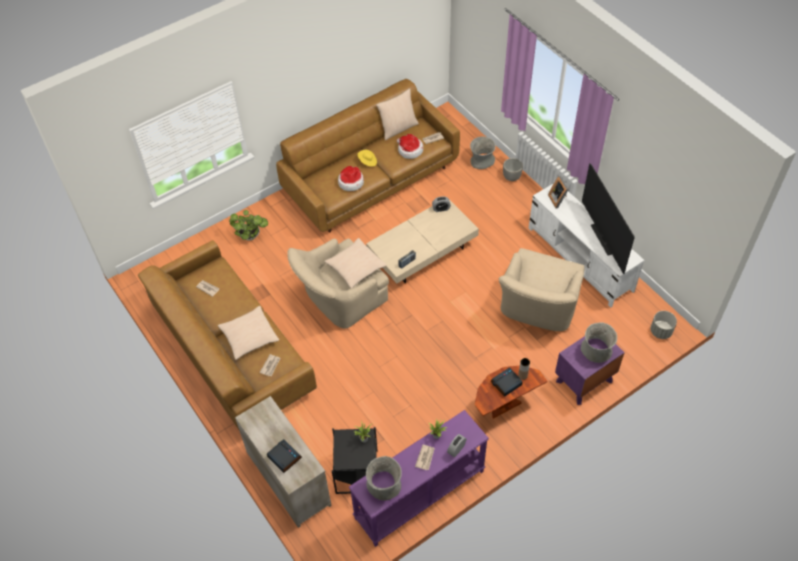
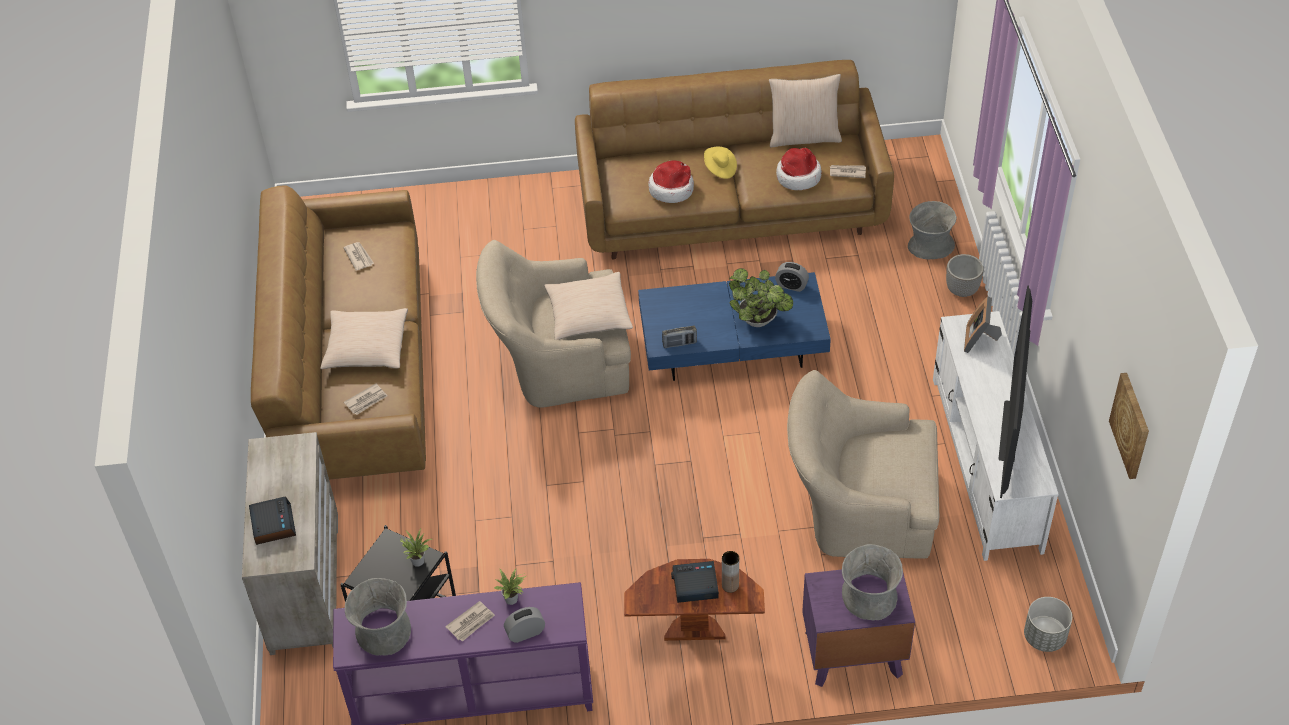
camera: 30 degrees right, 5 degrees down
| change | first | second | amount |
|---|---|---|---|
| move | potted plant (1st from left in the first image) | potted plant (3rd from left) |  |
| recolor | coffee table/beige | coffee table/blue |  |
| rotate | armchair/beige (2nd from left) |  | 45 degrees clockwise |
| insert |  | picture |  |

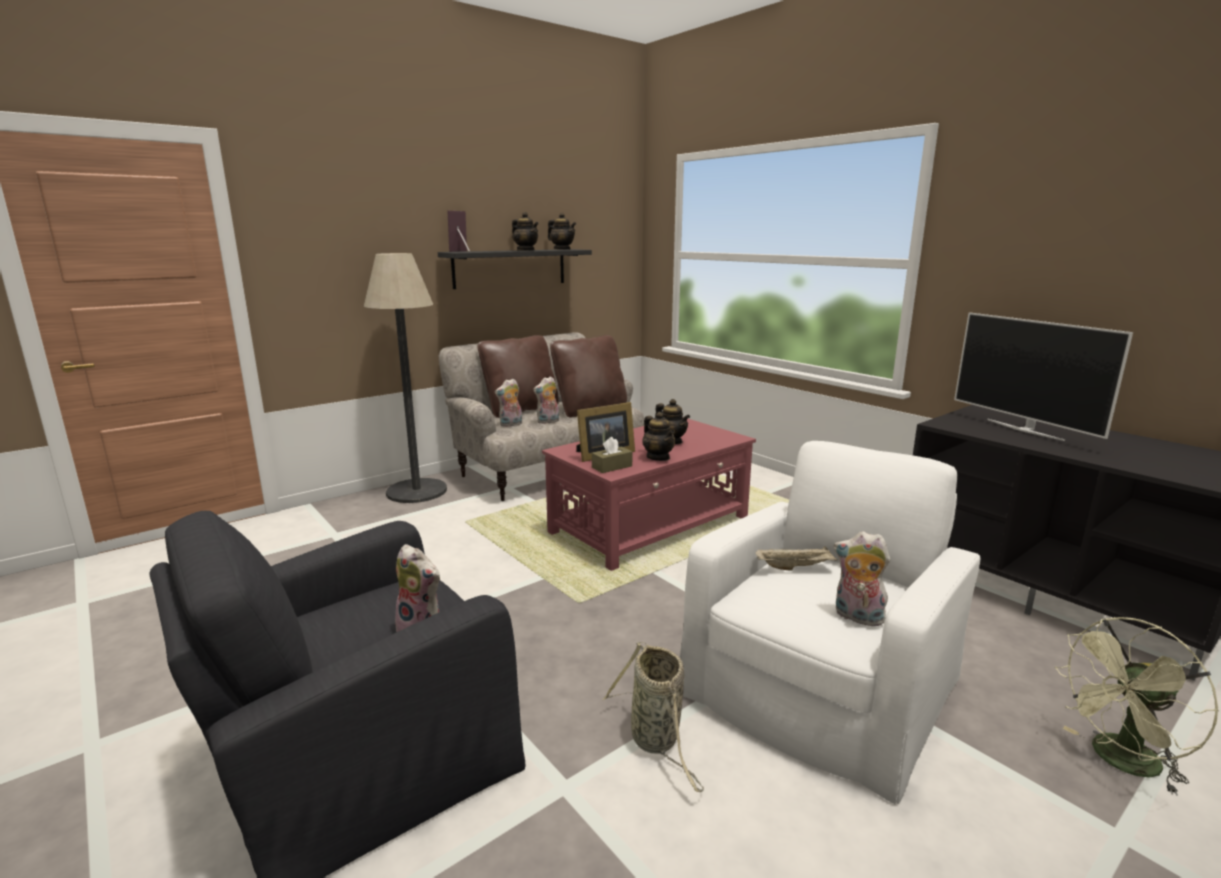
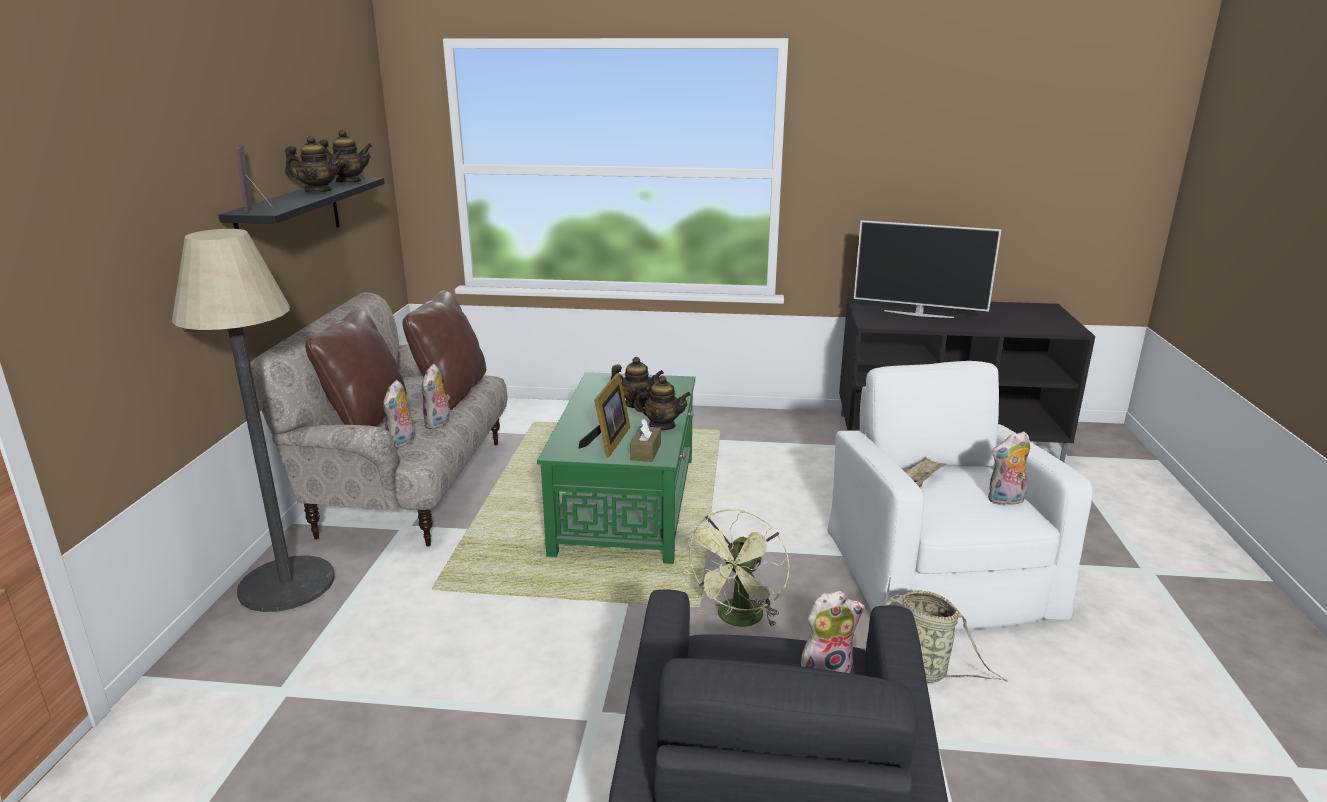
camera: 45 degrees left, 5 degrees up
| change | first | second | amount |
|---|---|---|---|
| recolor | coffee table/red | coffee table/green |  |
| move | fan/green |  |  |

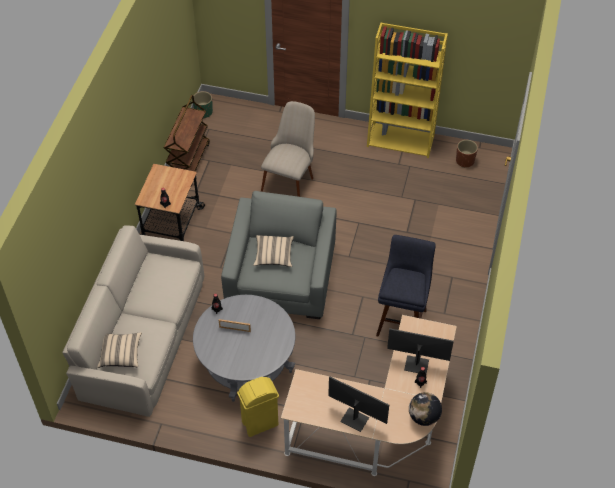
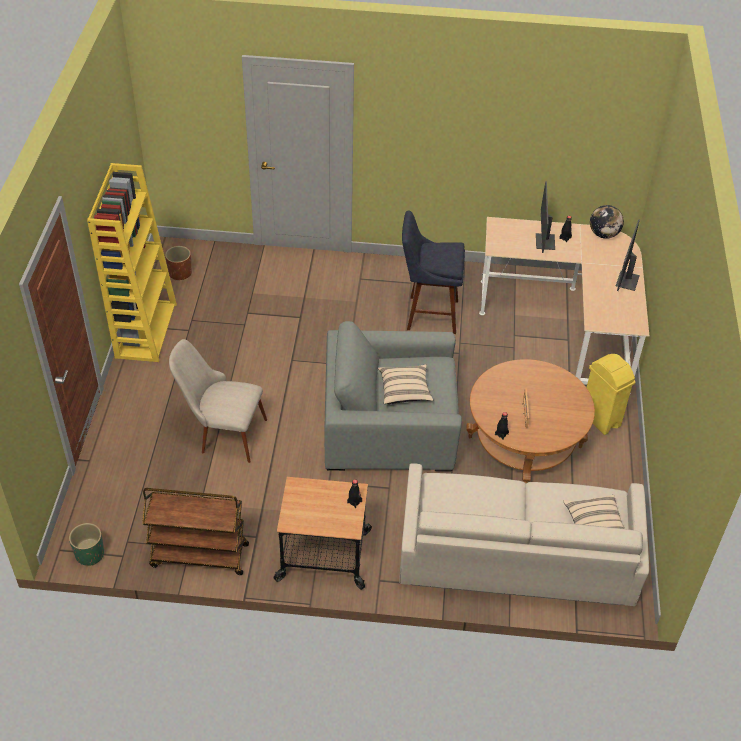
camera: 100 degrees left, 5 degrees down
| change | first | second | amount |
|---|---|---|---|
| recolor | coffee table/grey | coffee table/brown |  |

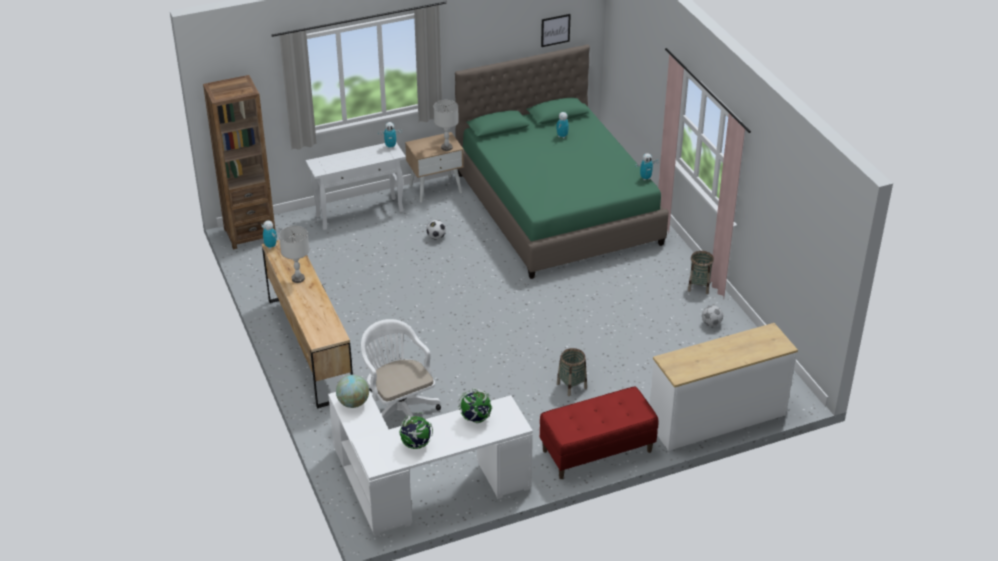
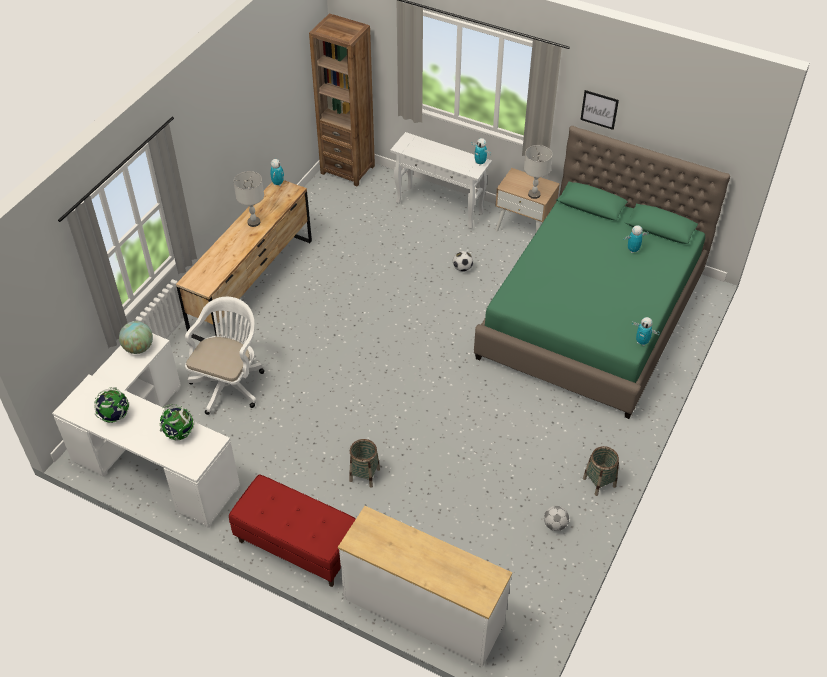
camera: 50 degrees right, 10 degrees up
| change | first | second | amount |
|---|---|---|---|
| move | picture |  |  |

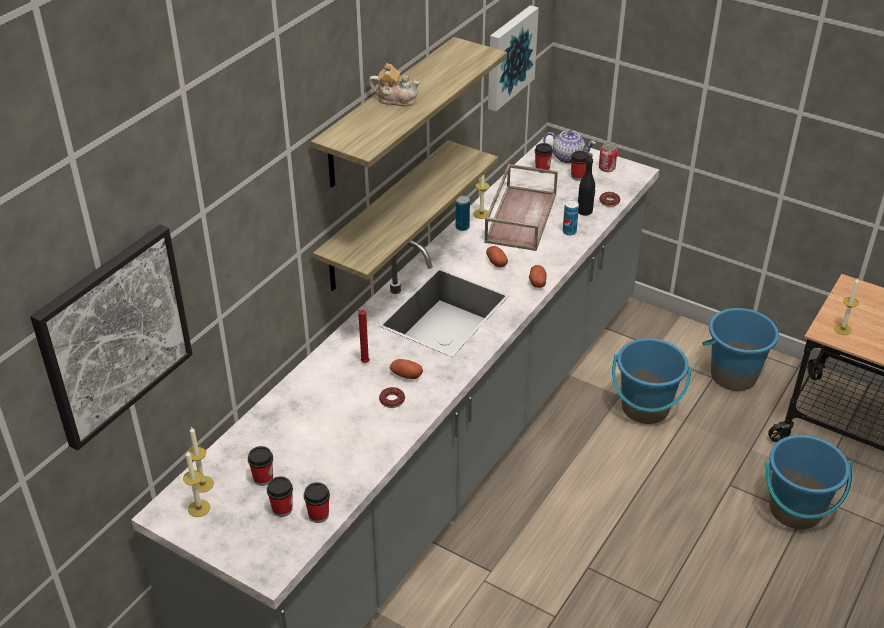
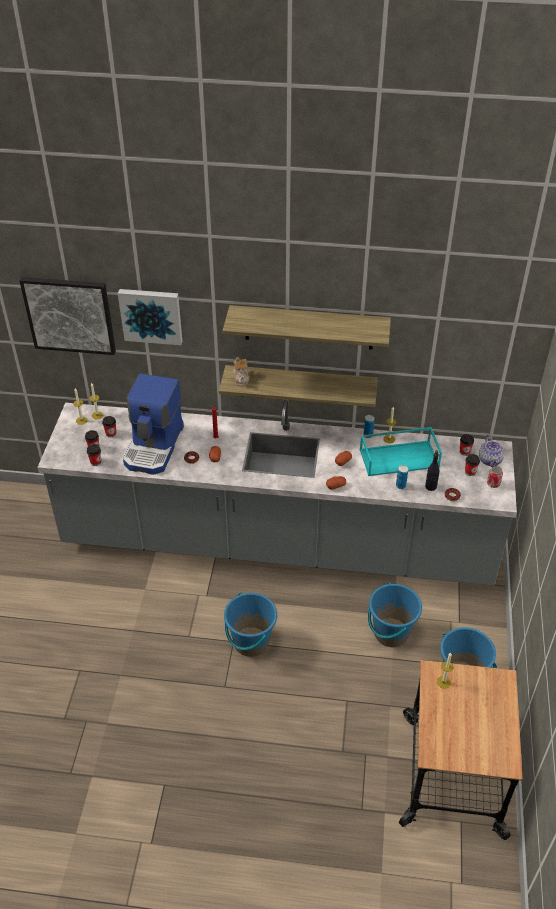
camera: 65 degrees right, 5 degrees up
| change | first | second | amount |
|---|---|---|---|
| move | teapot (1st from left) |  |  |
| recolor | tray/brown | tray/turquoise |  |
| move | picture (2nd from left) |  |  |
| move | bucket/blue (3rd from left in the first image) | bucket/blue (1st from left) |  |
| insert |  | coffee machine |  |

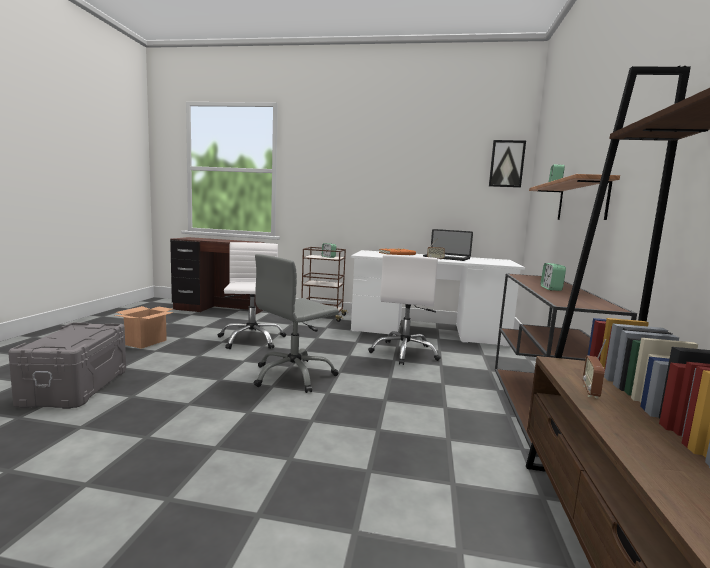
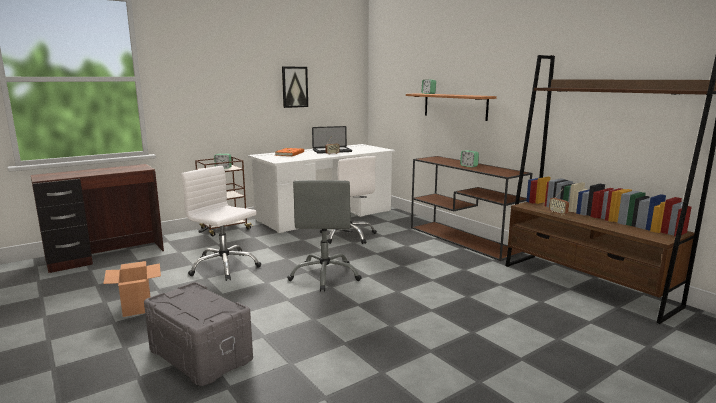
camera: 45 degrees left, 5 degrees up
| change | first | second | amount |
|---|---|---|---|
| move | picture |  |  |

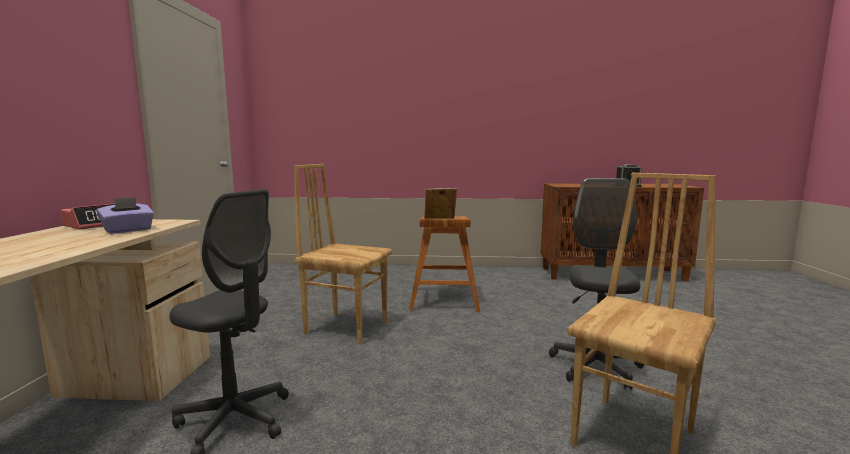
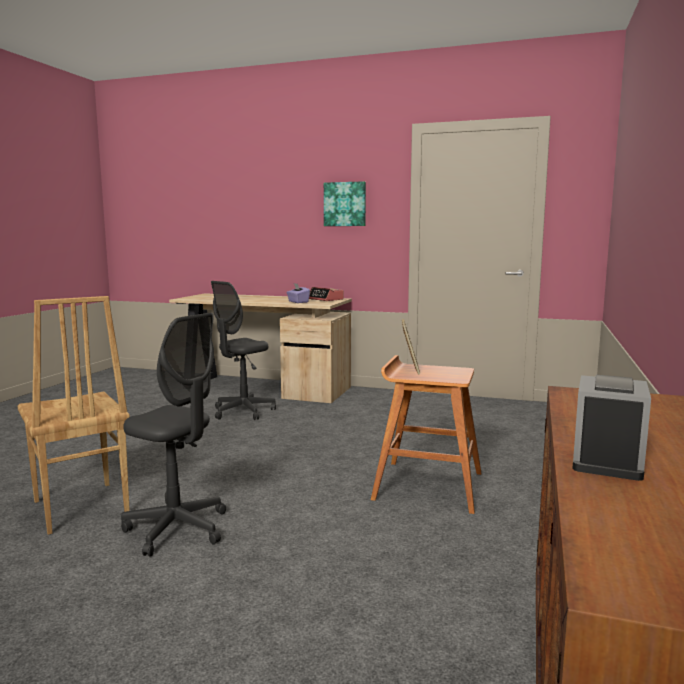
camera: 105 degrees right, 0 degrees up
| change | first | second | amount |
|---|---|---|---|
| delete | chair/brown (1st from left) |  |  |
| insert |  | picture |  |

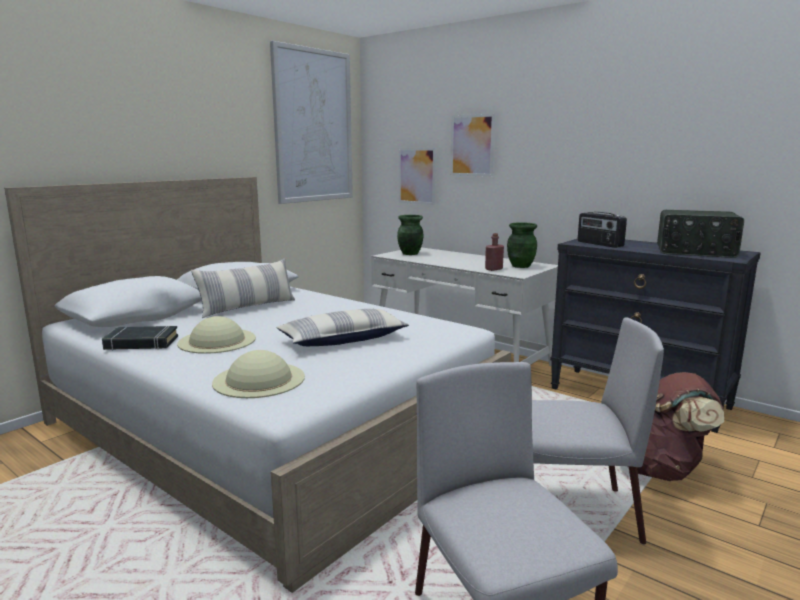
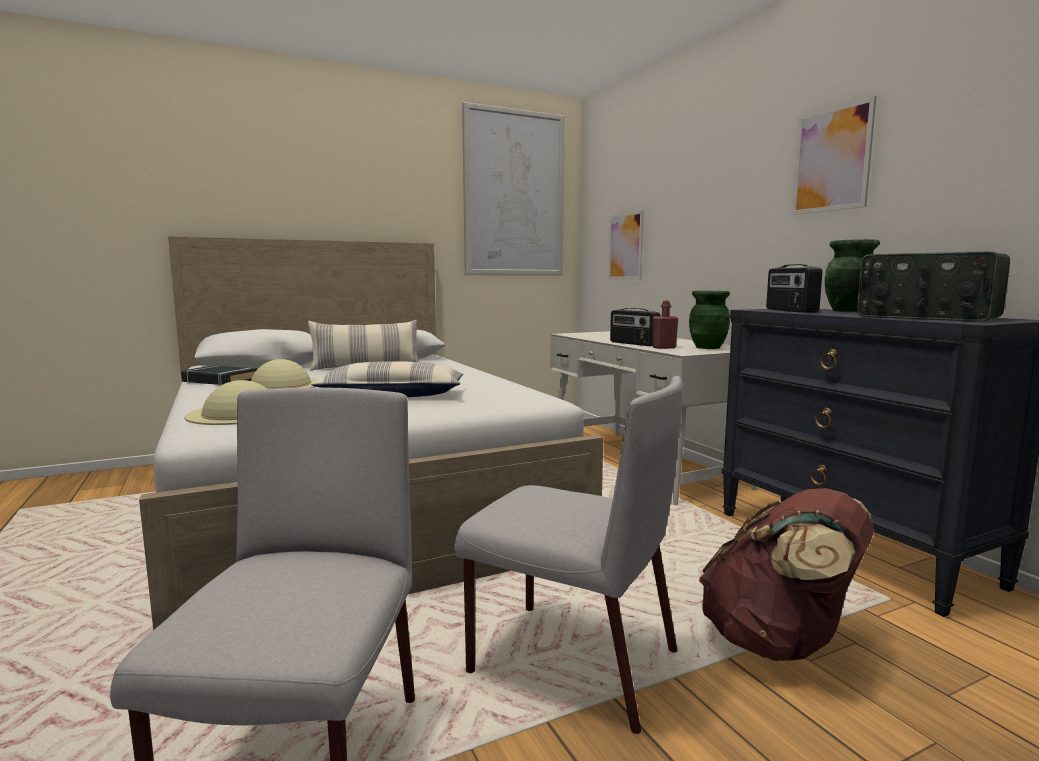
camera: 25 degrees right, 5 degrees down
| change | first | second | amount |
|---|---|---|---|
| move | vase/green (1st from left in the first image) | vase/green (2nd from left) |  |
| move | picture (3rd from left) |  |  |
| insert |  | radio (1st from left) |  |

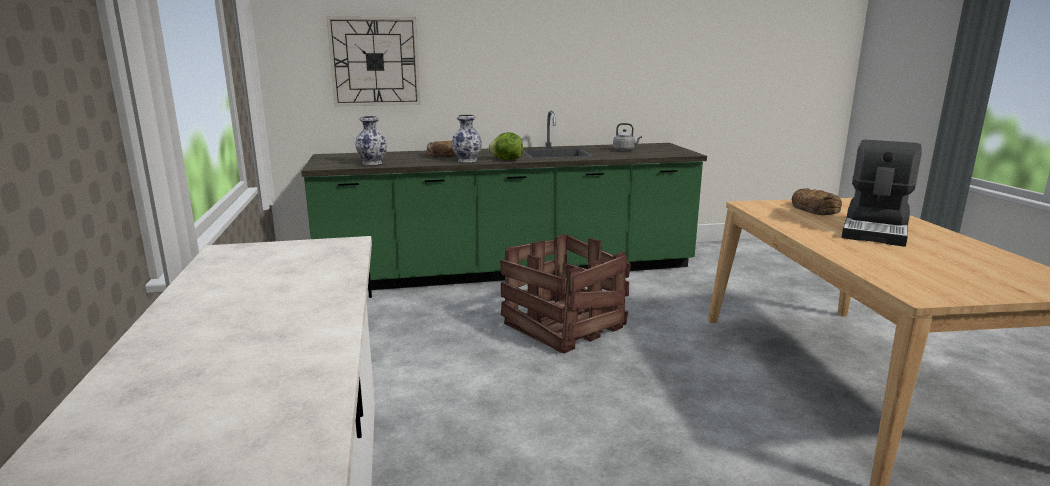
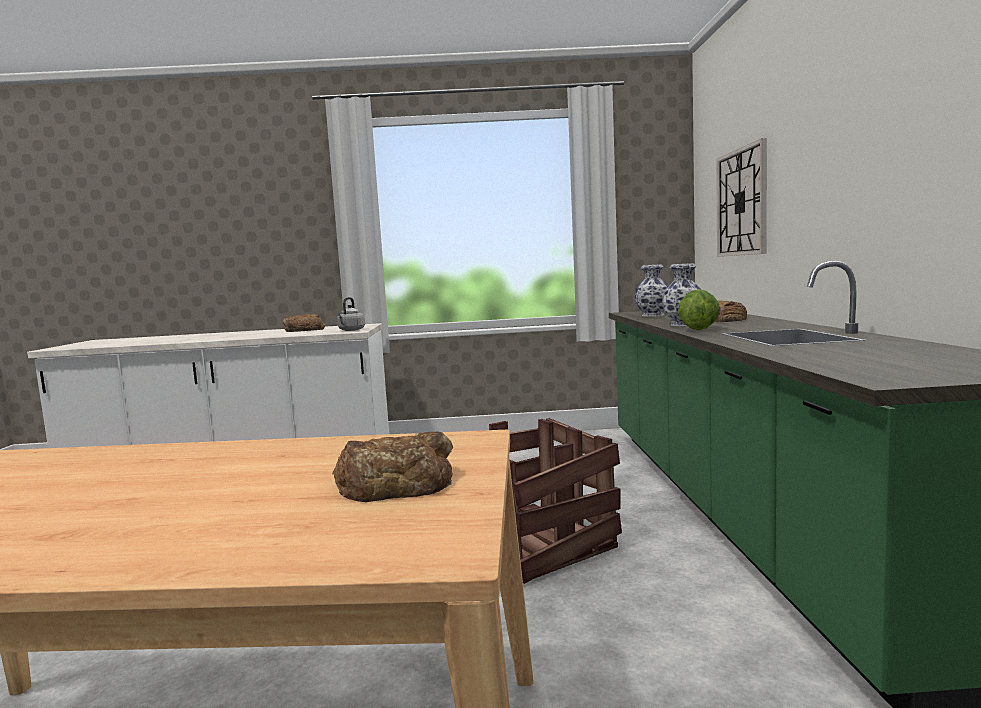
camera: 100 degrees right, 10 degrees down
| change | first | second | amount |
|---|---|---|---|
| move | kettle/grey |  |  |
| delete | coffee machine |  |  |
| insert |  | bread (1st from left) |  |

